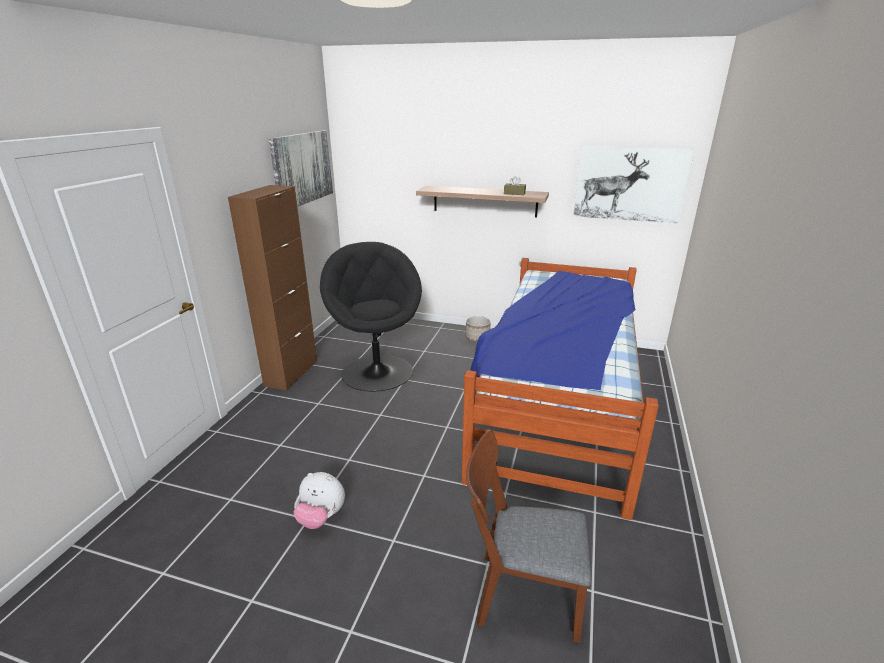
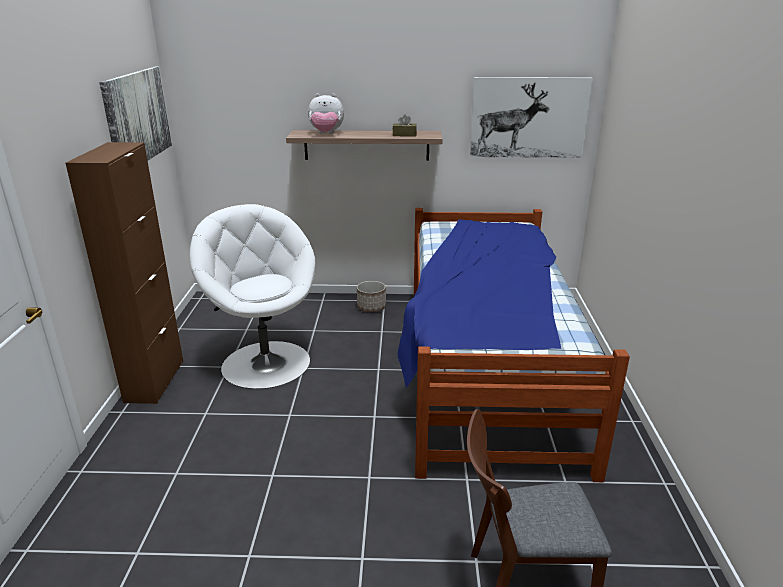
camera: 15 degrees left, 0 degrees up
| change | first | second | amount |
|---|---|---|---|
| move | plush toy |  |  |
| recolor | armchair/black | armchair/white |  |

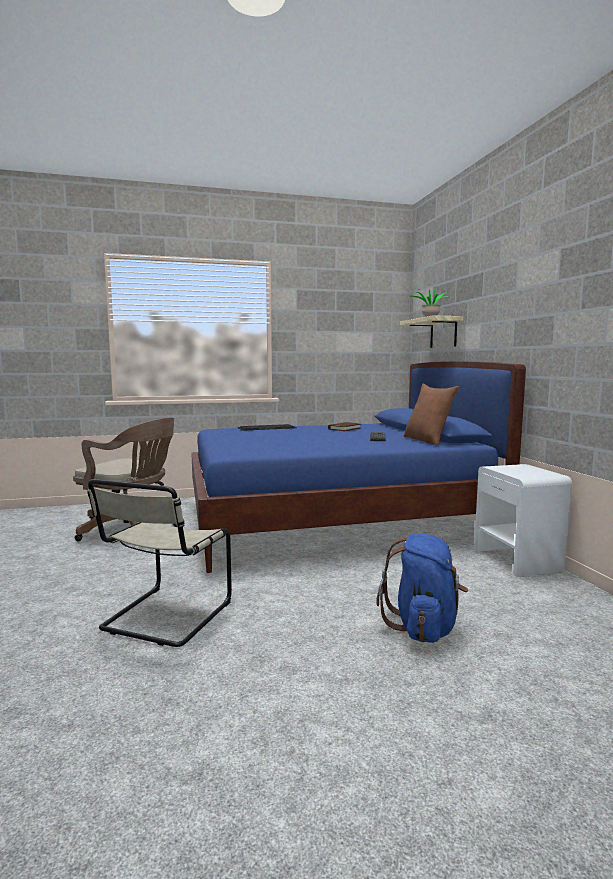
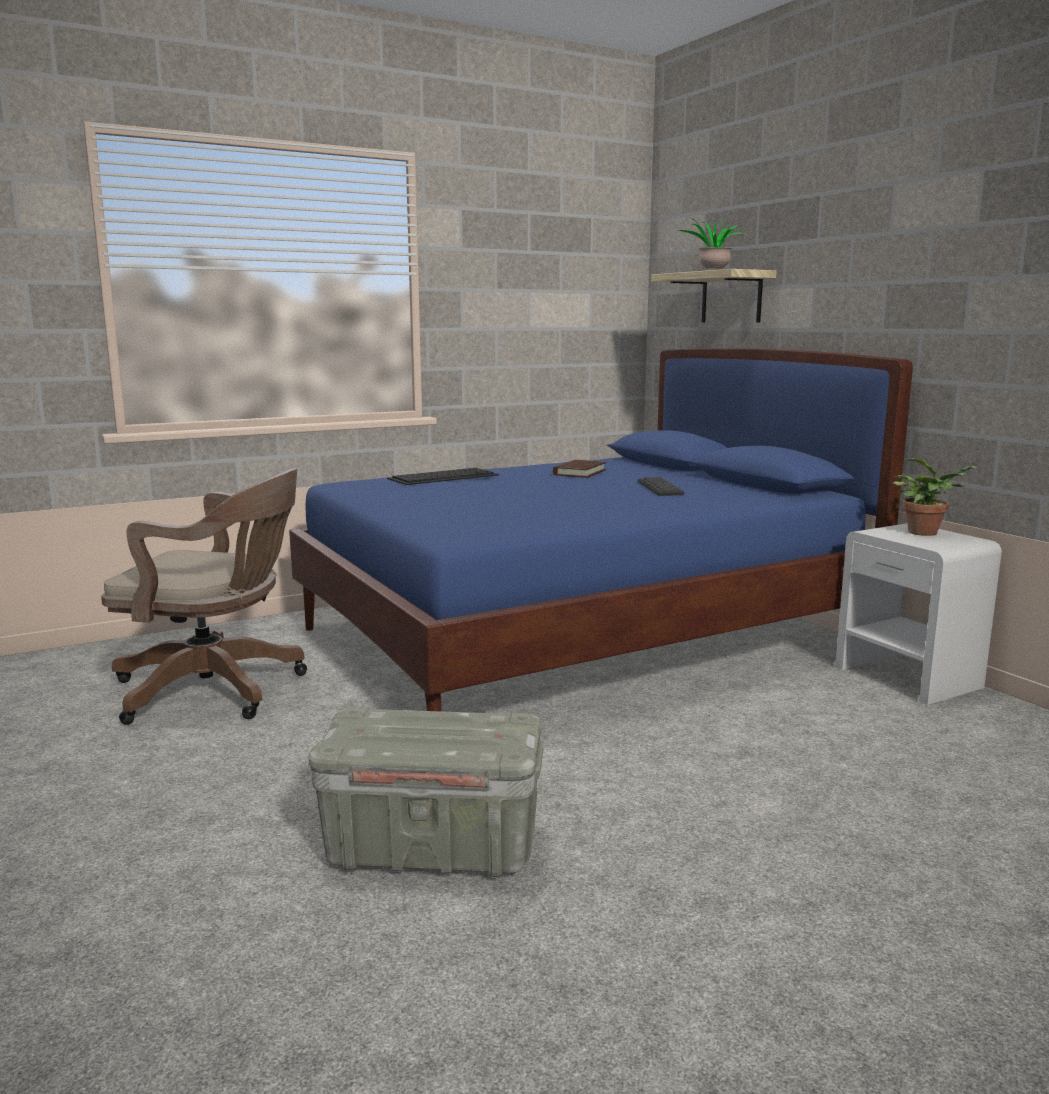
camera: 15 degrees left, 5 degrees up
| change | first | second | amount |
|---|---|---|---|
| replace | chair/beige | storage box/grey |  |
| delete | backpack/blue |  |  |
| delete | pillow/brown |  |  |
| insert |  | potted plant (2nd from left) |  |

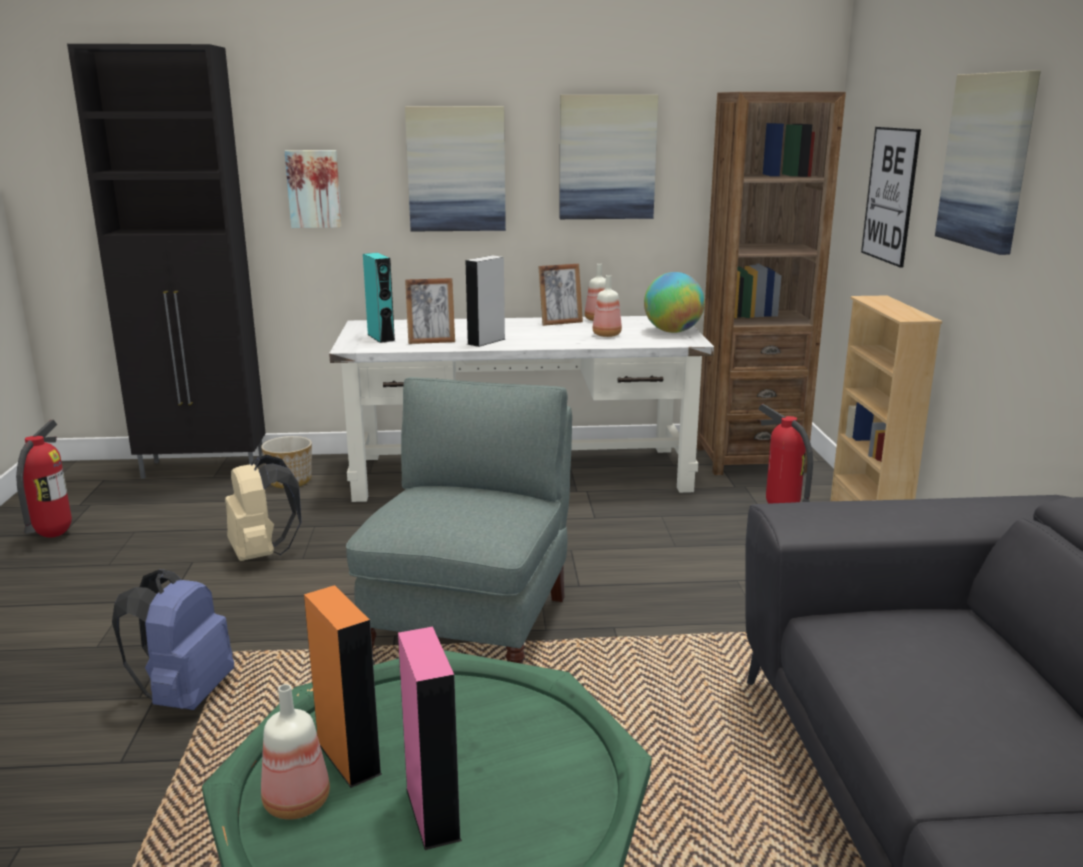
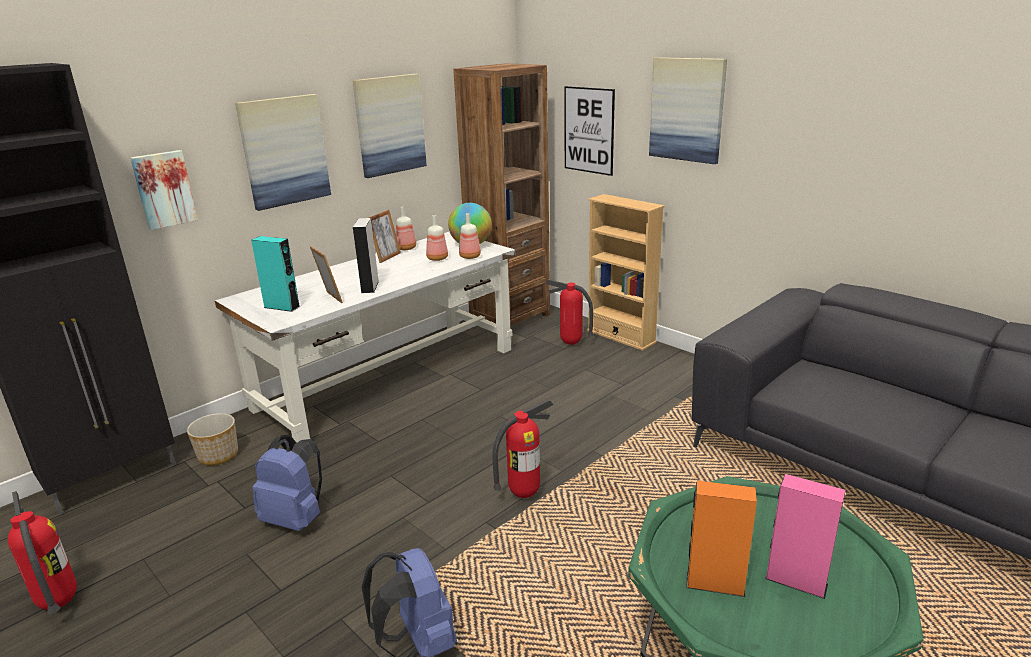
camera: 40 degrees left, 5 degrees up
| change | first | second | amount |
|---|---|---|---|
| recolor | backpack/beige | backpack/blue (1st from left) |  |
| move | bottle (1st from left in the first image) | bottle (3rd from left) |  |
| replace | armchair/grey | fire extinguisher (2nd from left) |  |
| rotate | picture frame (1st from left) |  | 75 degrees counterclockwise |

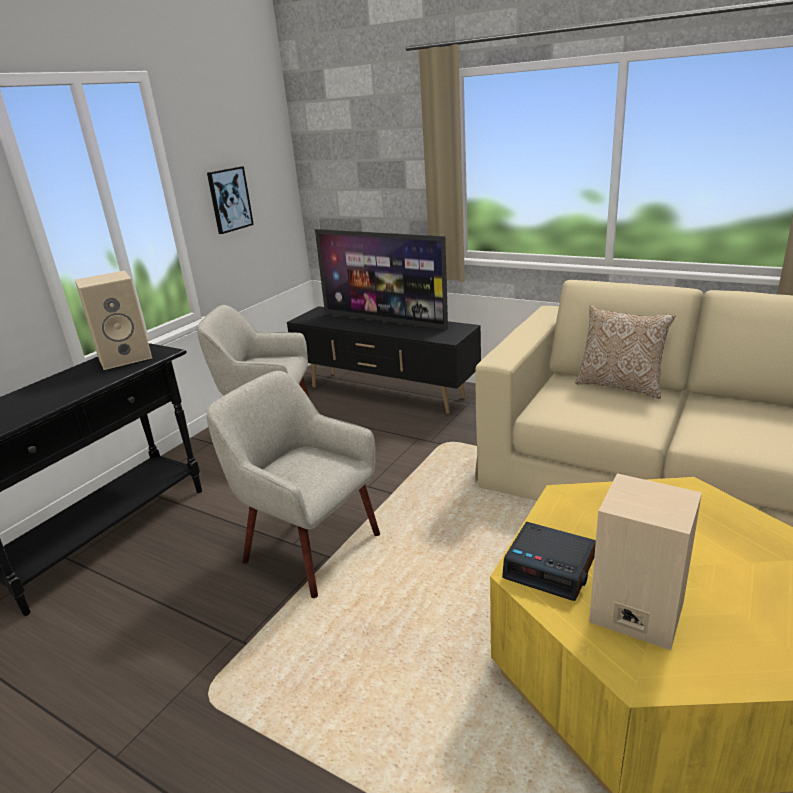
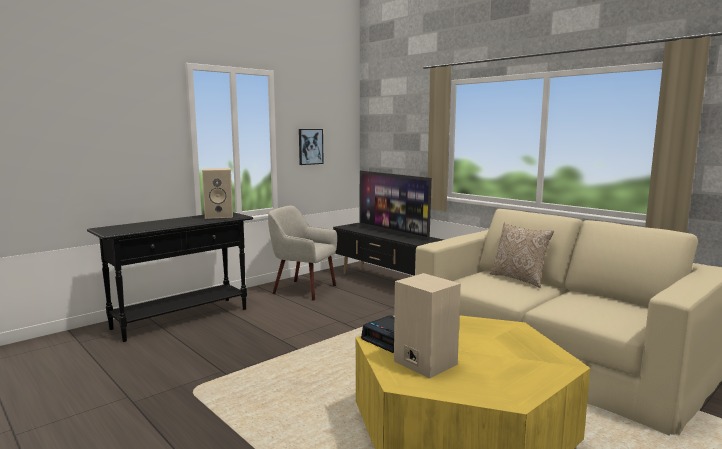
camera: 15 degrees right, 15 degrees down
| change | first | second | amount |
|---|---|---|---|
| delete | armchair/beige (2nd from left) |  |  |

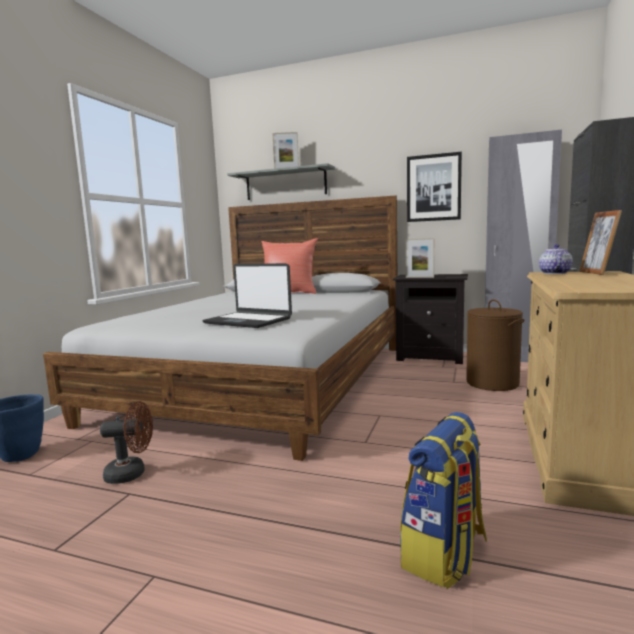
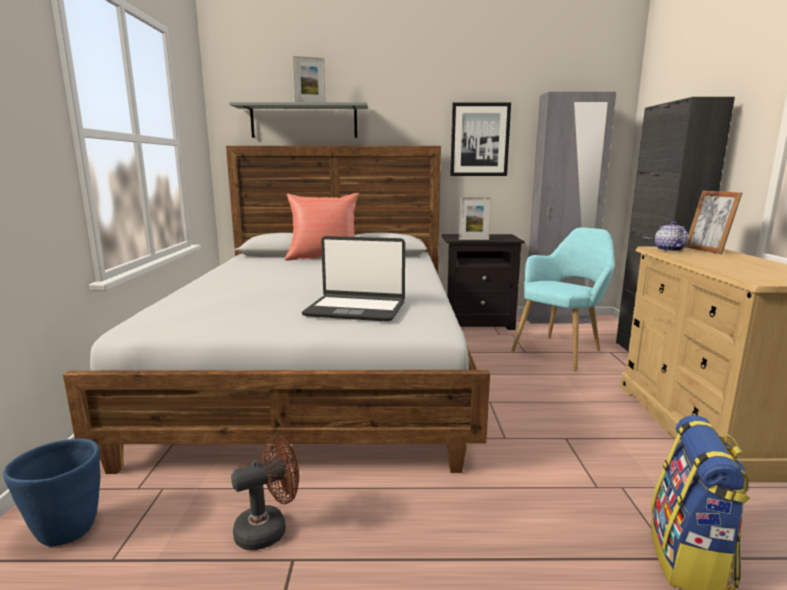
camera: 20 degrees left, 5 degrees up
| change | first | second | amount |
|---|---|---|---|
| replace | laundry basket/brown | armchair/turquoise |  |

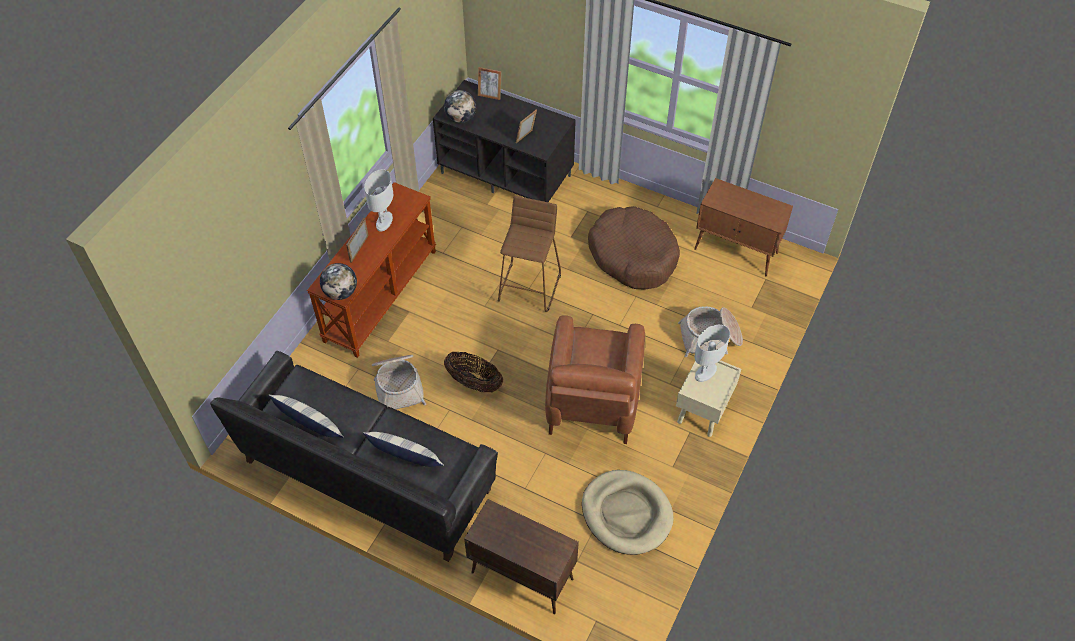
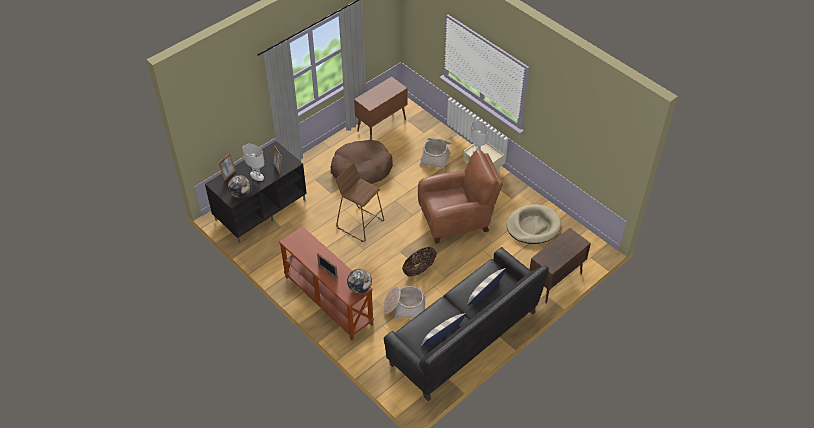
camera: 70 degrees left, 5 degrees down
| change | first | second | amount |
|---|---|---|---|
| move | table lamp/white (1st from left) |  |  |
| rotate | armchair/brown |  | 45 degrees counterclockwise |

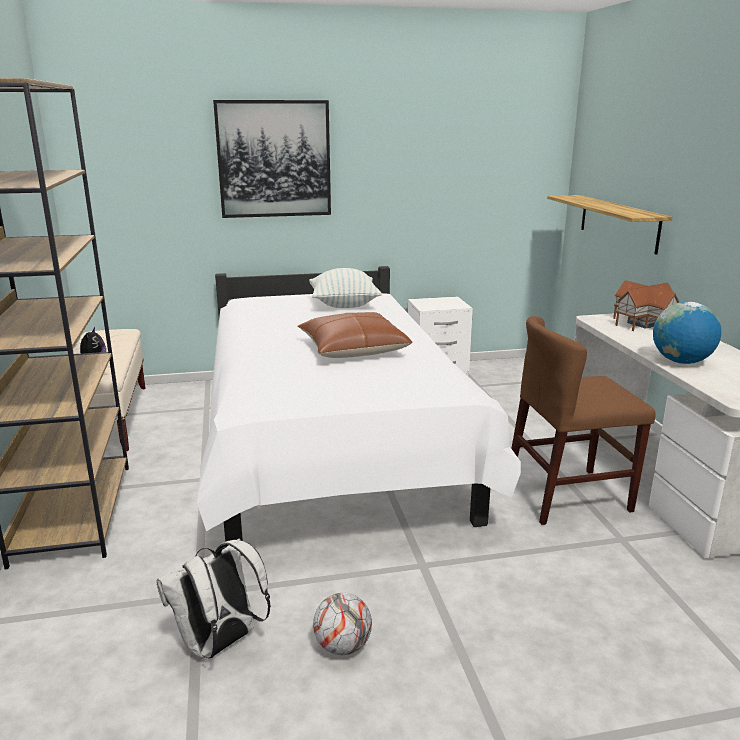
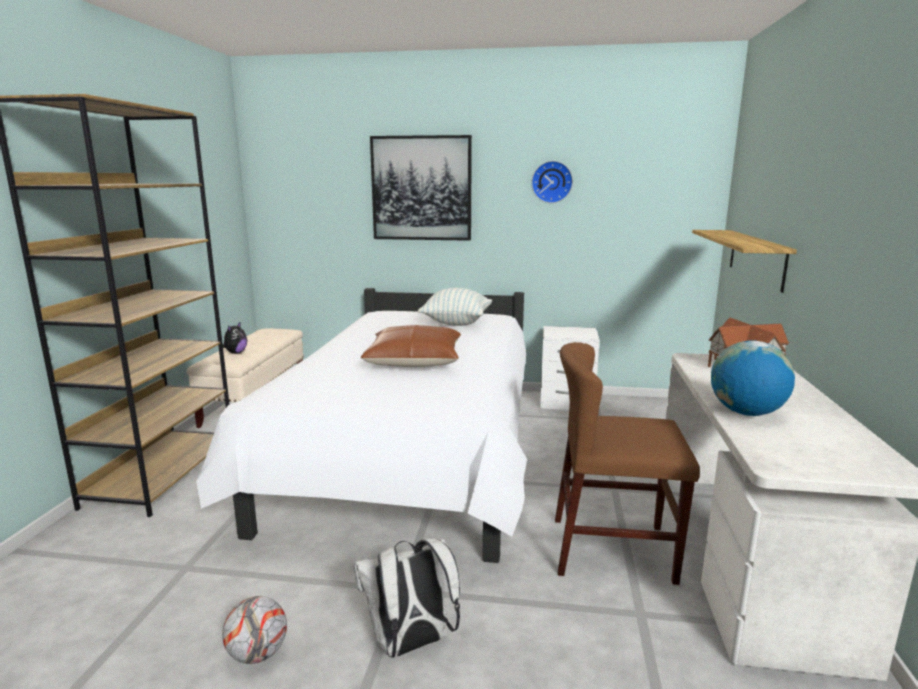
camera: 20 degrees right, 5 degrees down
| change | first | second | amount |
|---|---|---|---|
| move | backpack/white |  |  |
| insert |  | wall clock |  |

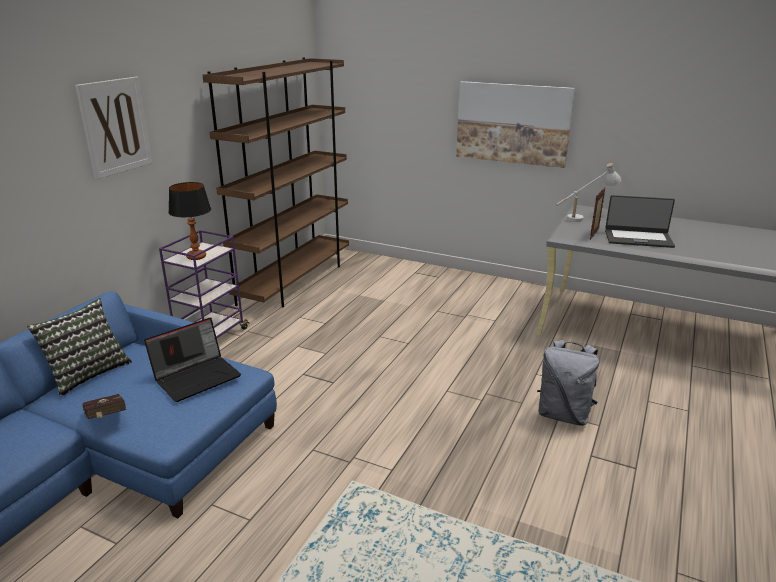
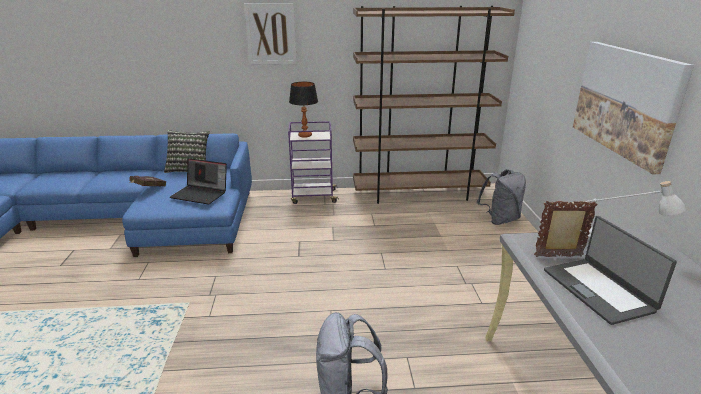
camera: 60 degrees right, 0 degrees up
| change | first | second | amount |
|---|---|---|---|
| insert |  | backpack/grey (2nd from left) |  |

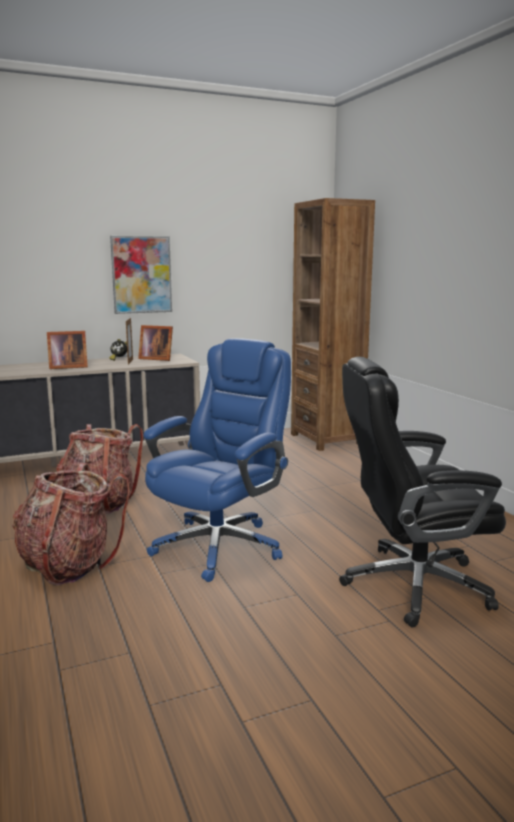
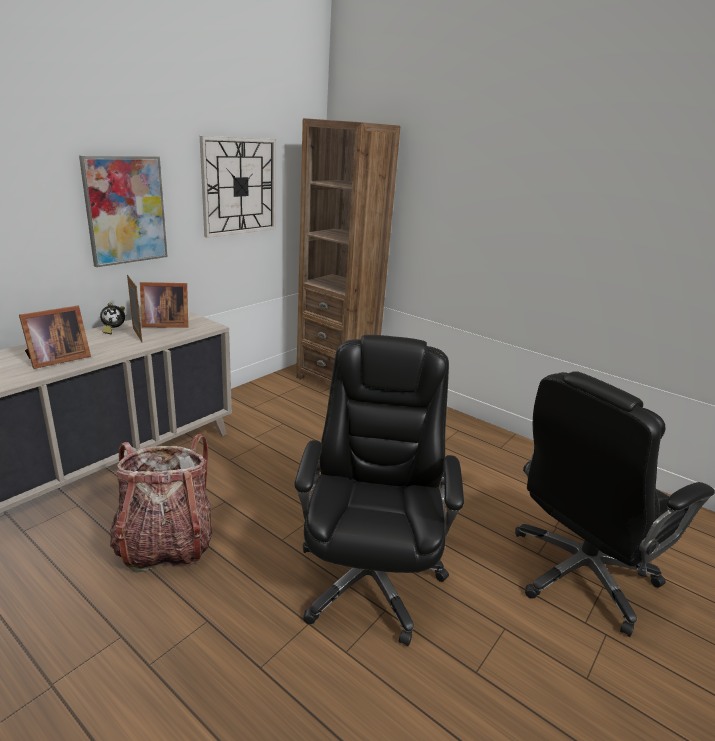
camera: 30 degrees left, 10 degrees up
| change | first | second | amount |
|---|---|---|---|
| delete | backpack (1st from left) |  |  |
| recolor | office chair/blue | office chair/black (1st from left) |  |
| insert |  | wall clock |  |

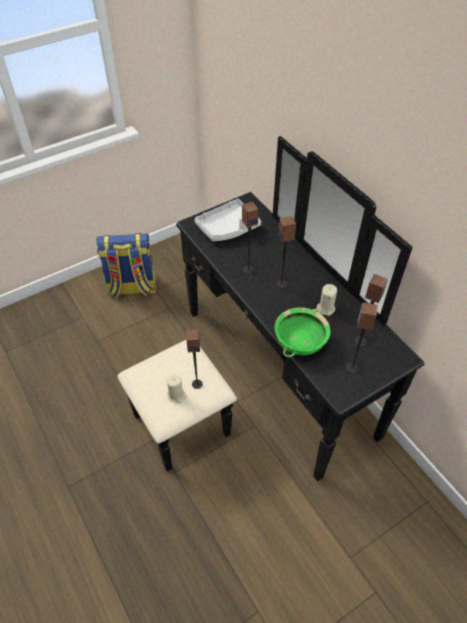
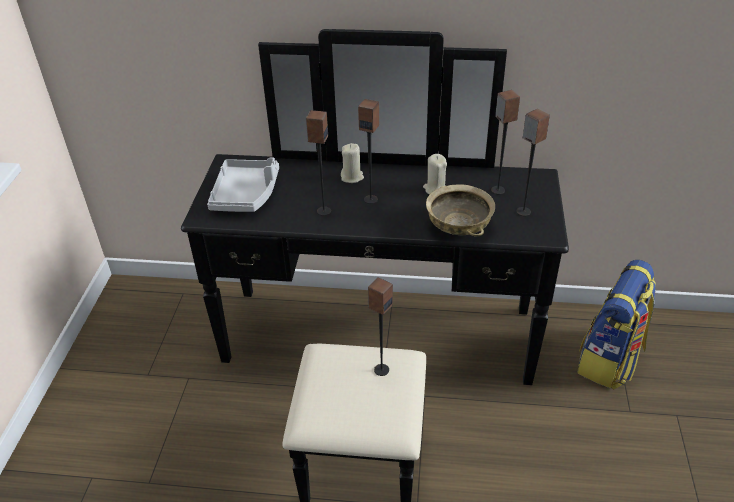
camera: 50 degrees left, 10 degrees down
| change | first | second | amount |
|---|---|---|---|
| move | backpack |  |  |
| move | candle/beige (1st from left) |  |  |
| recolor | bowl/green | bowl/beige |  |

